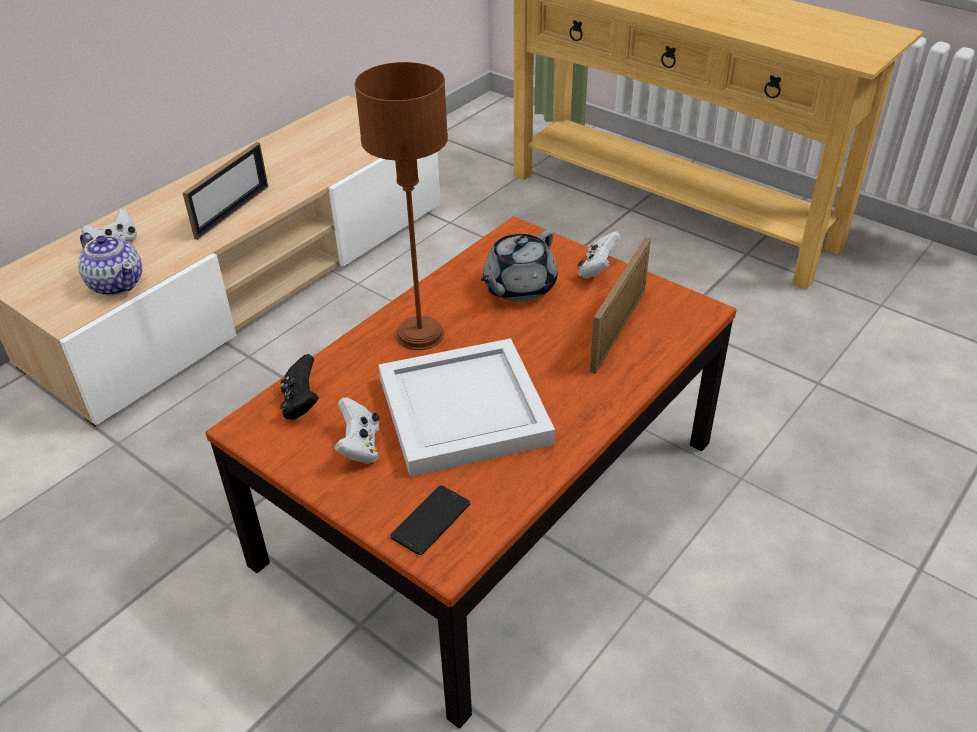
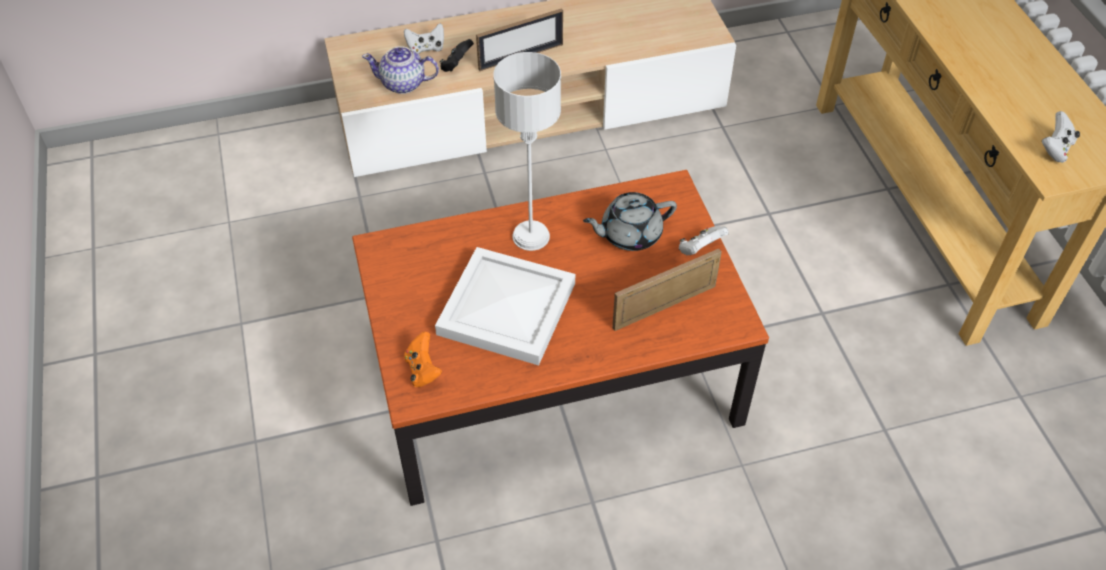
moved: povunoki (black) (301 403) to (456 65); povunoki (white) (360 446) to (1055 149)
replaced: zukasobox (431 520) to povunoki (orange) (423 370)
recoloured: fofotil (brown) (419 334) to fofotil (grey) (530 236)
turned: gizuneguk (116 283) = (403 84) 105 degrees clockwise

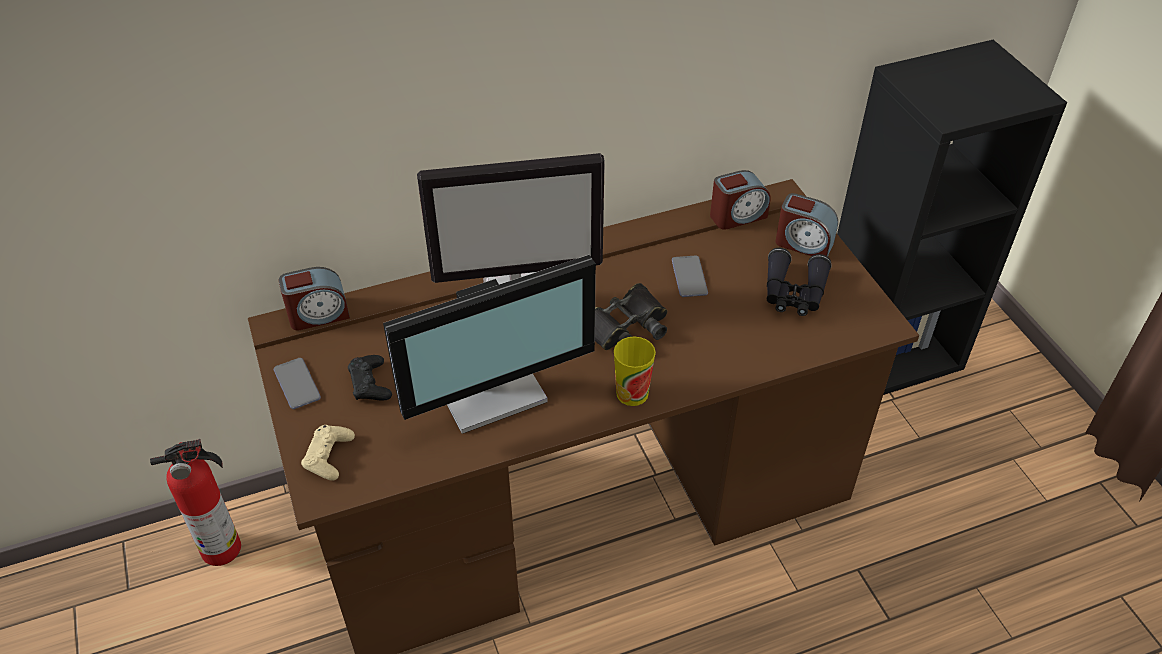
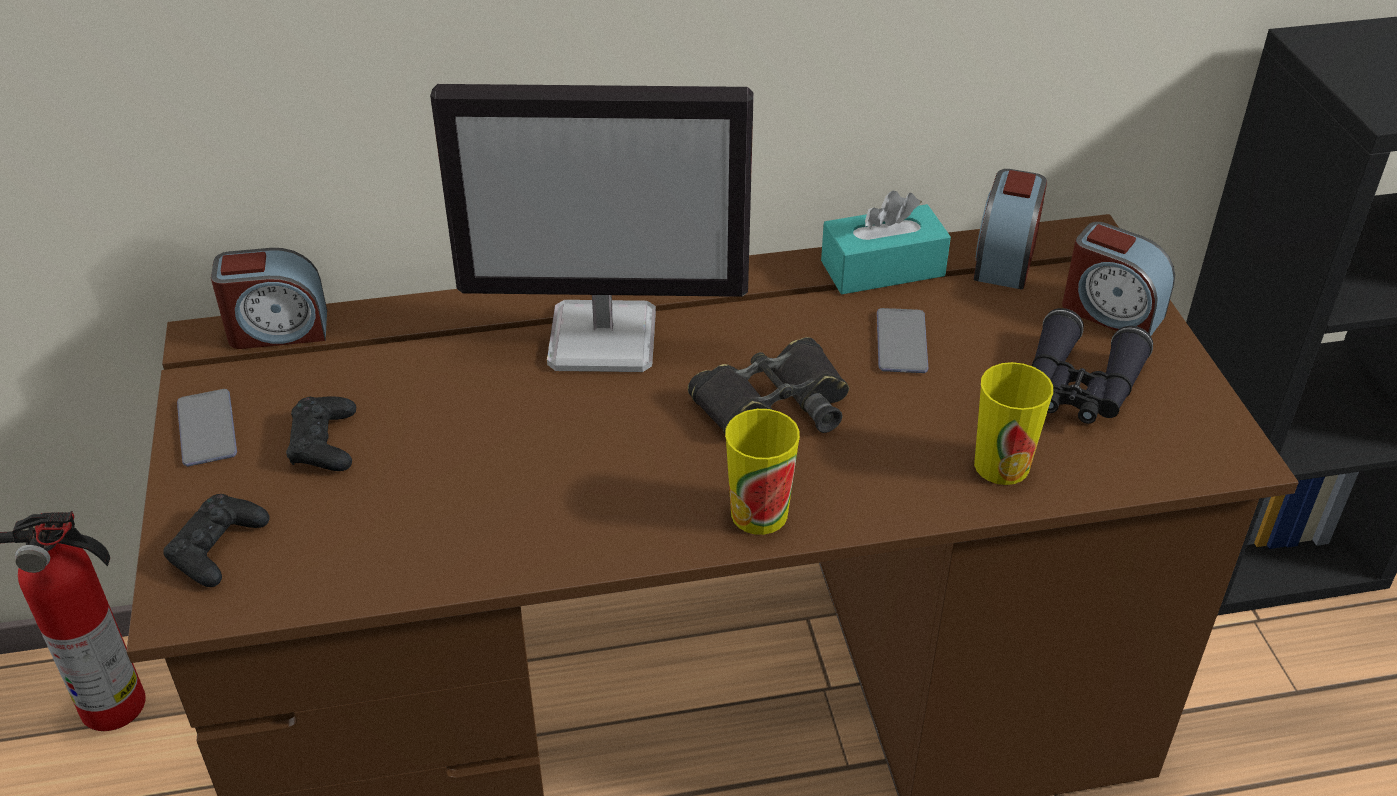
removed: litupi (491 389)
added: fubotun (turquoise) (882 268); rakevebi (1001 465)
recoloured: povunoki (beige) (329 456) to povunoki (black) (217 548)
turned: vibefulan (737 216) = (1004 259) 120 degrees clockwise

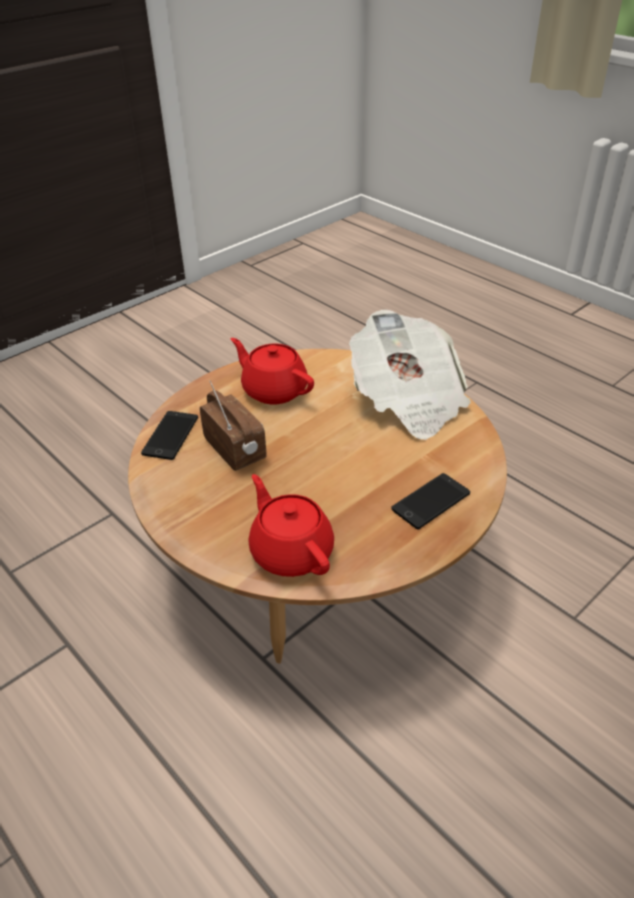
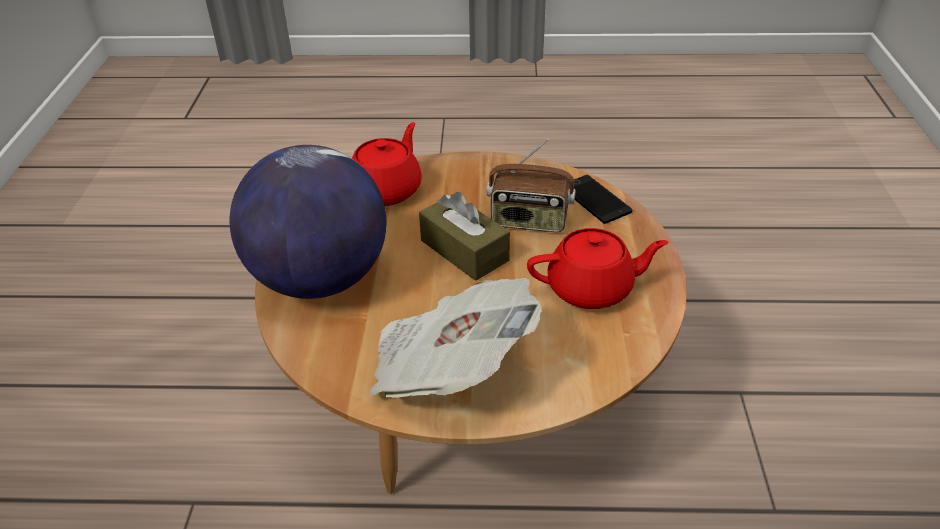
added: fubotun (brown) (464 250)
replaced: zukasobox (431 501) to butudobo (319 279)
turned: gizuneguk (red) (291 551) = (387 190) 75 degrees counterclockwise

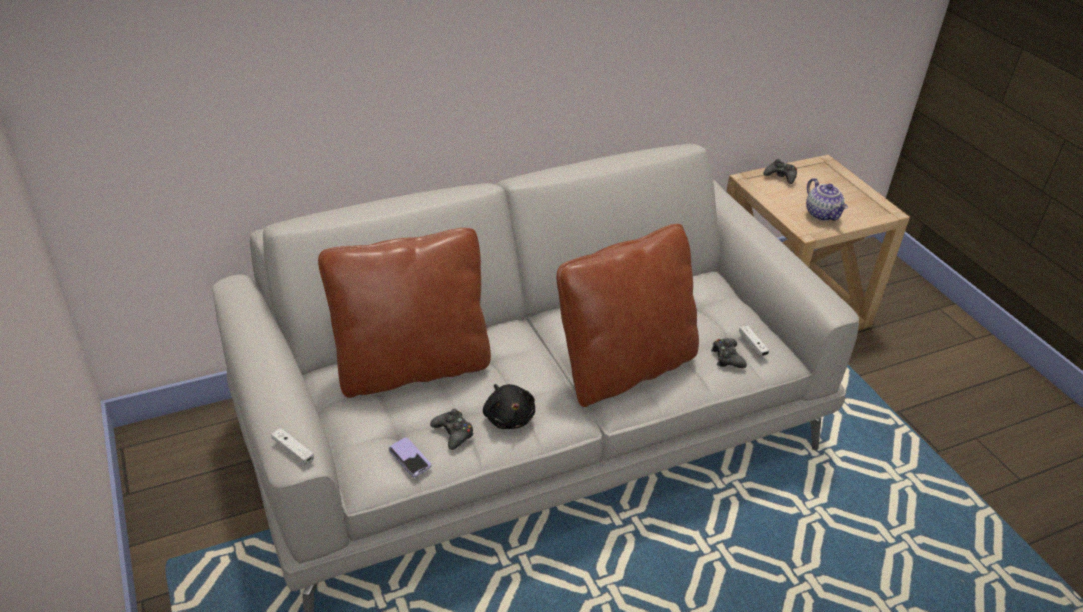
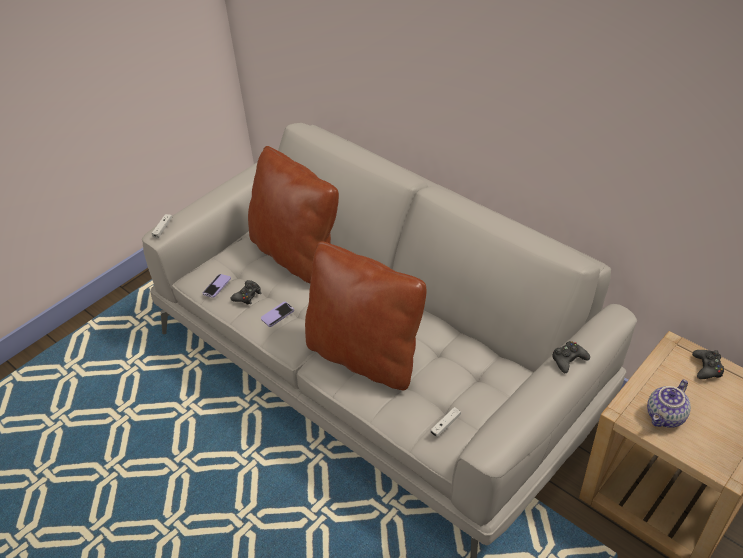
moved: povunoki (black) (727 357) to (568 360)
replaced: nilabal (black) (508 417) to zukasobox (277 315)

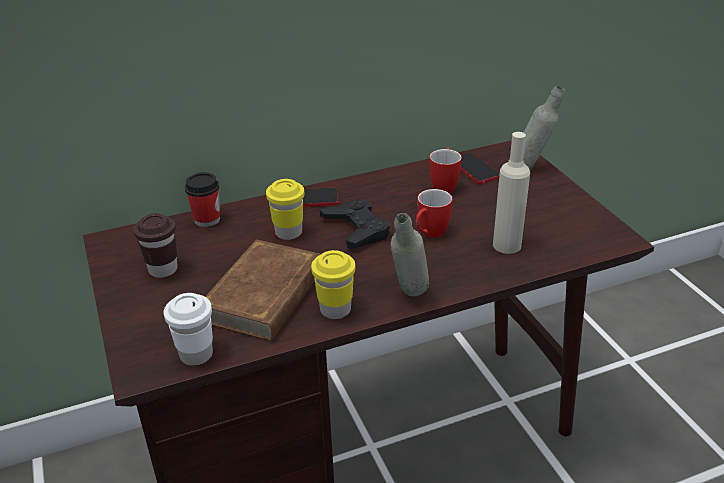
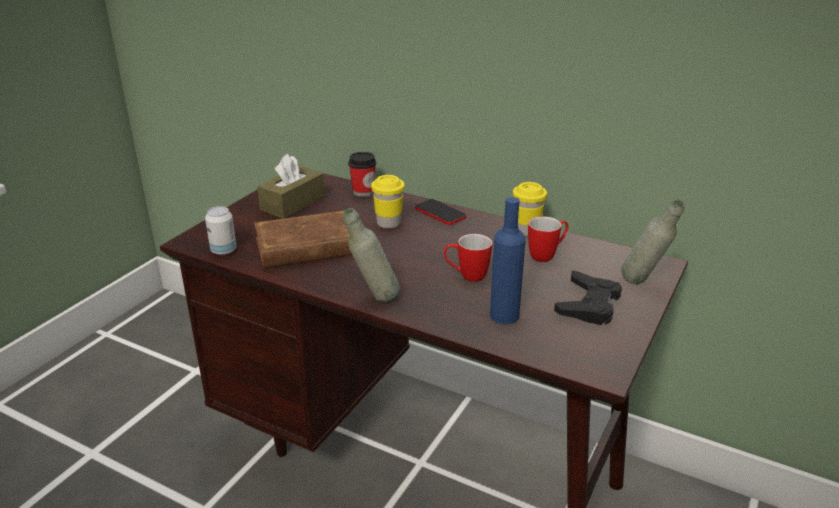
removed: zukasobox (474 169)
moved: povunoki (black) (357 229) to (588 304); rakevebi (yellow) (335 310) to (526 231)
replaced: rakevebi (brown) (163 269) to fubotun (brown) (293 203); rakevebi (white) (196 355) to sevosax (223 250)
recoloured: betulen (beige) (507 245) to betulen (blue) (504 315)

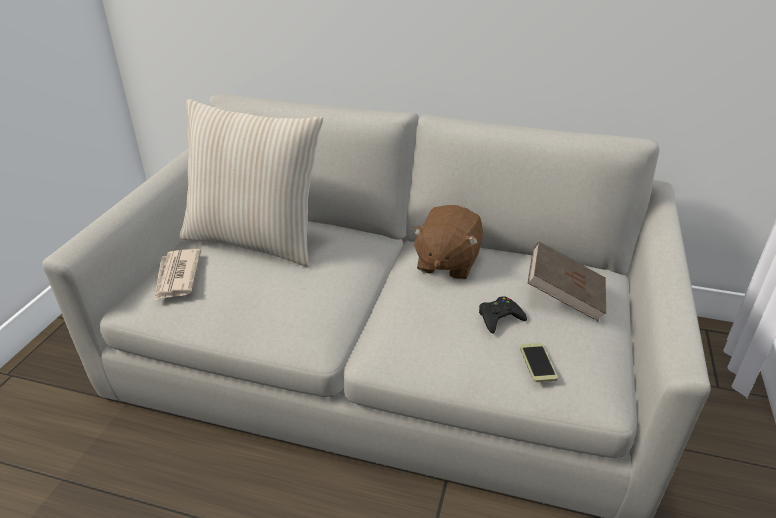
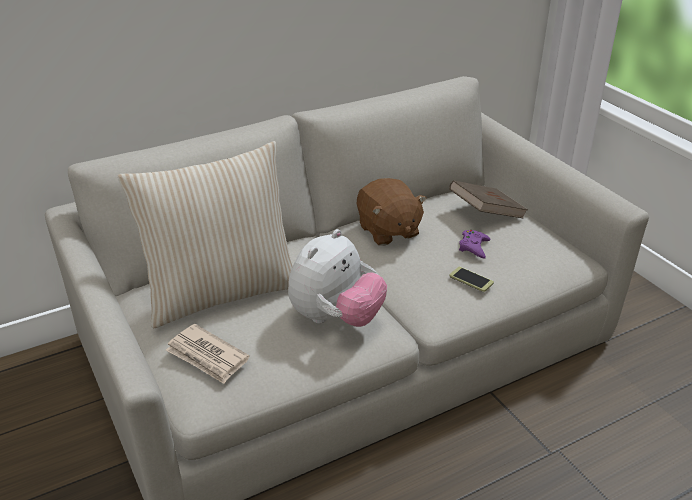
added: nilabal (336 318)
moved: zukasobox (538 363) to (471 279)
recoloured: povunoki (black) (499 318) to povunoki (purple) (474 247)

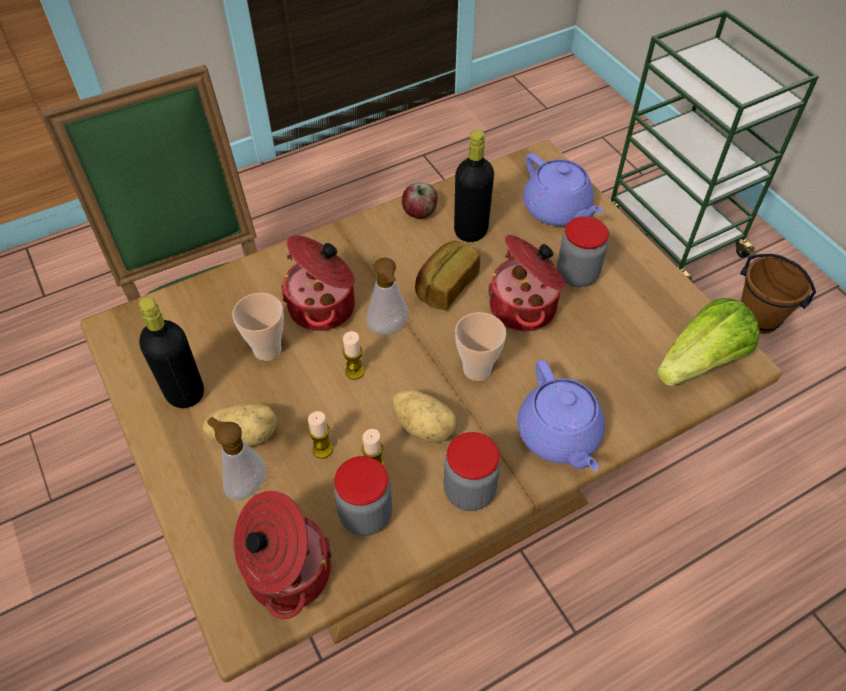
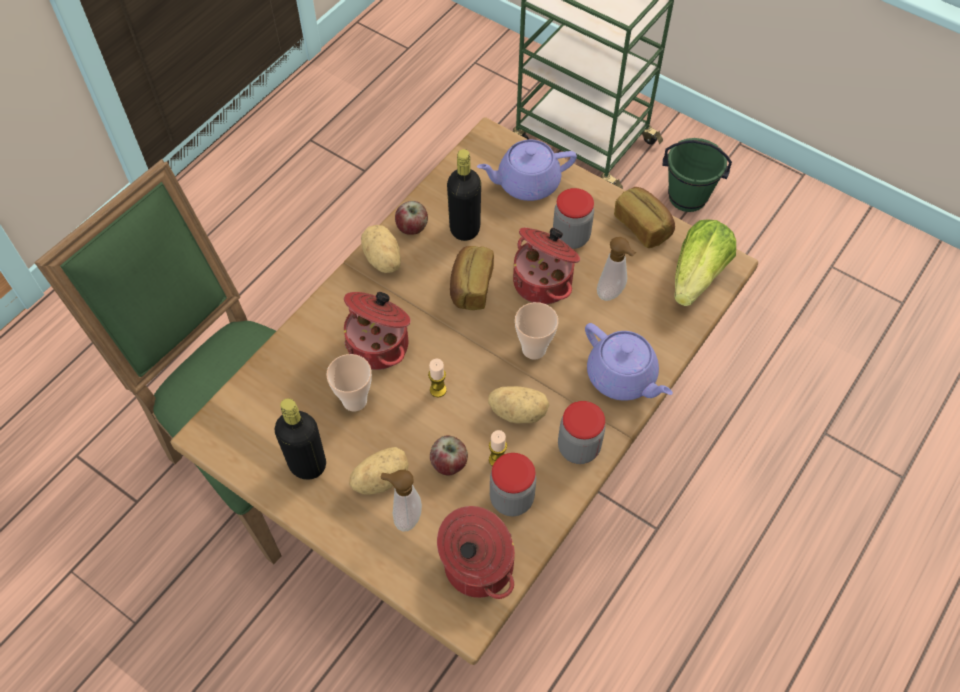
added: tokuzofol (643 226); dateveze (382 260)
moved: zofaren (389 330) to (612 294)
replaced: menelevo (322 449) to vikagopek (449 463)
recoloured: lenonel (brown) (758 318) to lenonel (green) (687 197)
turned: gizuneguk (purple) (557 210) = (526 183) 135 degrees clockwise

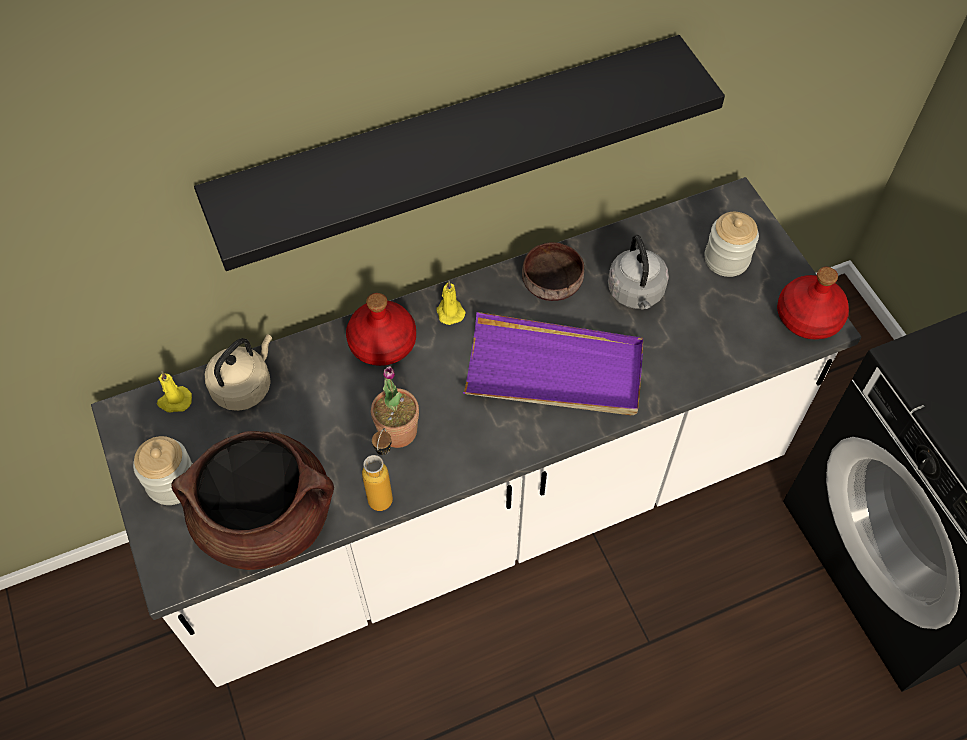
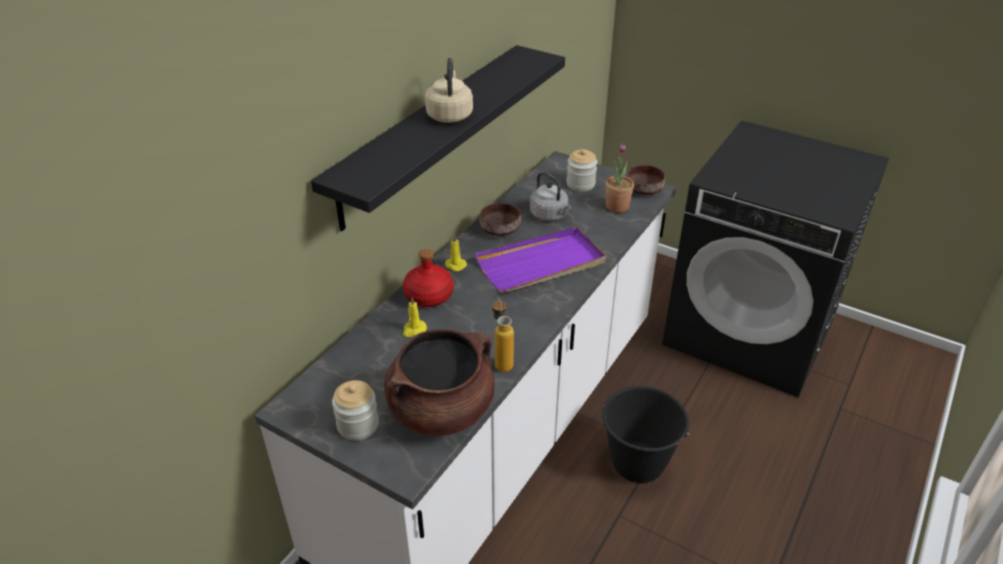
added: lenonel (black) (637 463)
moved: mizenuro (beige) (244 386) to (450 115); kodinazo (397 431) to (617 206); menelevo (yellow) (174 401) to (414 330)
replaced: betulen (red) (808 318) to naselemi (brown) (644 190)

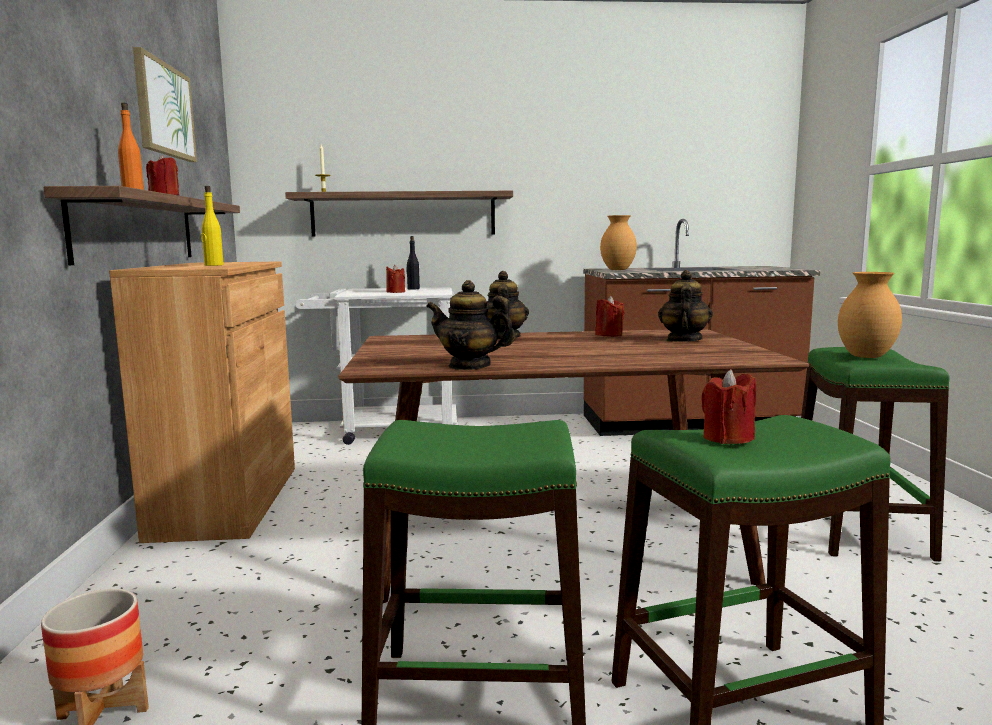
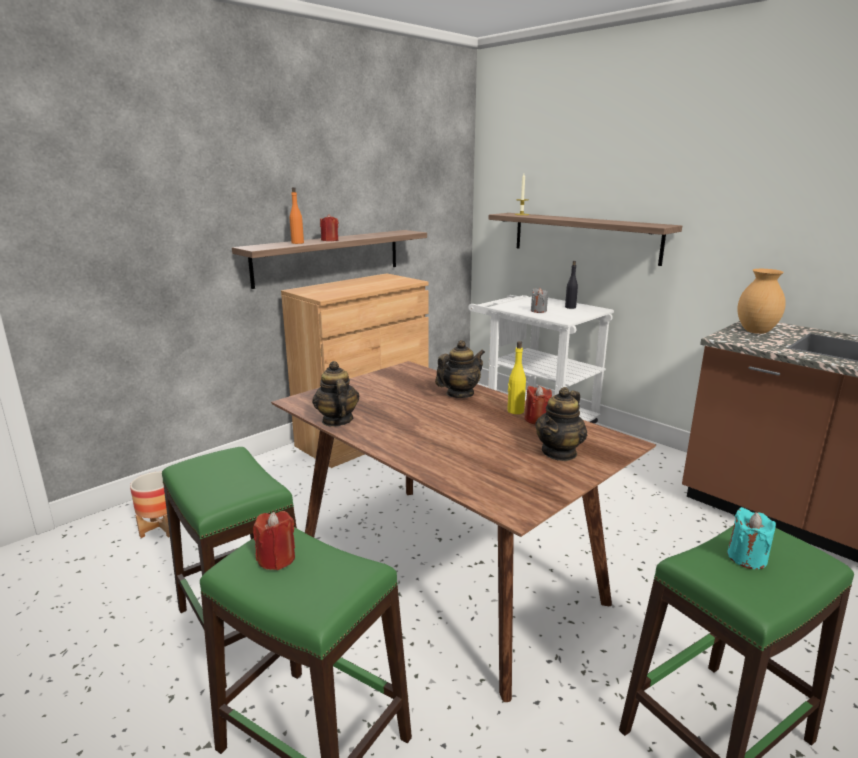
removed: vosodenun (164 110)
moved: betulen (yellow) (213 265) to (515 411)
replaced: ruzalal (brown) (866 356) to menelevo (turquoise) (746 558)
recoloured: menelevo (red) (395 292) to menelevo (grey) (538 311)
turned: gizuneguk (683 340) = (559 452) 150 degrees clockwise

